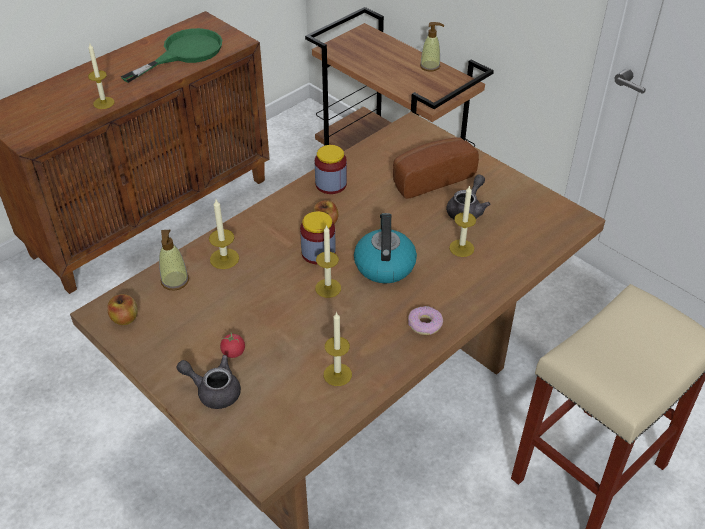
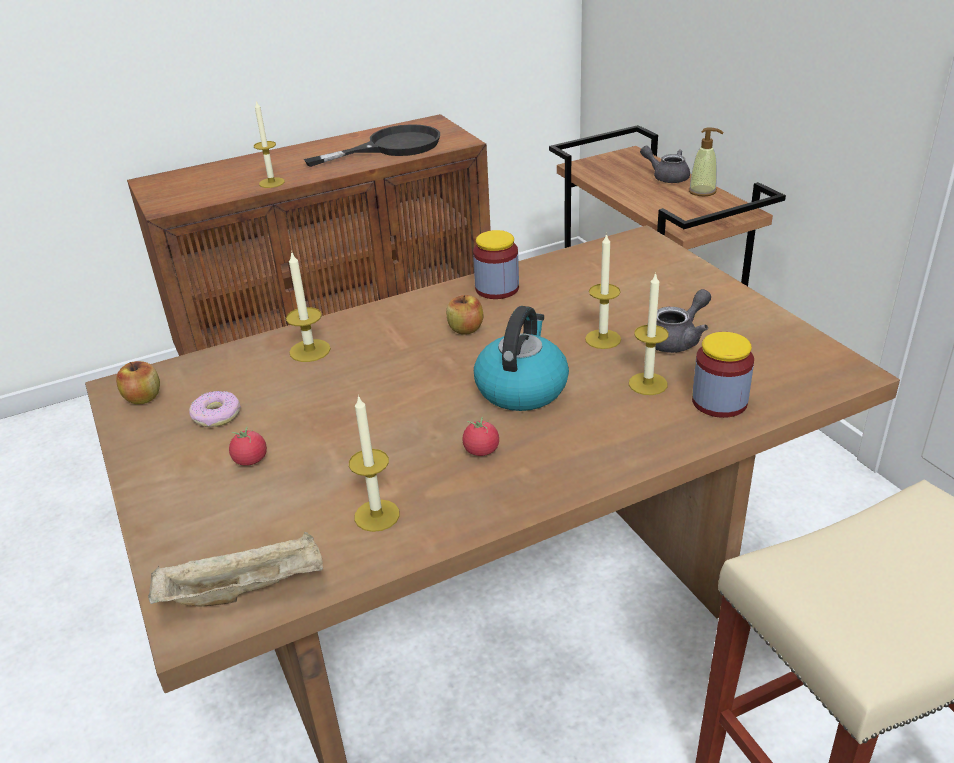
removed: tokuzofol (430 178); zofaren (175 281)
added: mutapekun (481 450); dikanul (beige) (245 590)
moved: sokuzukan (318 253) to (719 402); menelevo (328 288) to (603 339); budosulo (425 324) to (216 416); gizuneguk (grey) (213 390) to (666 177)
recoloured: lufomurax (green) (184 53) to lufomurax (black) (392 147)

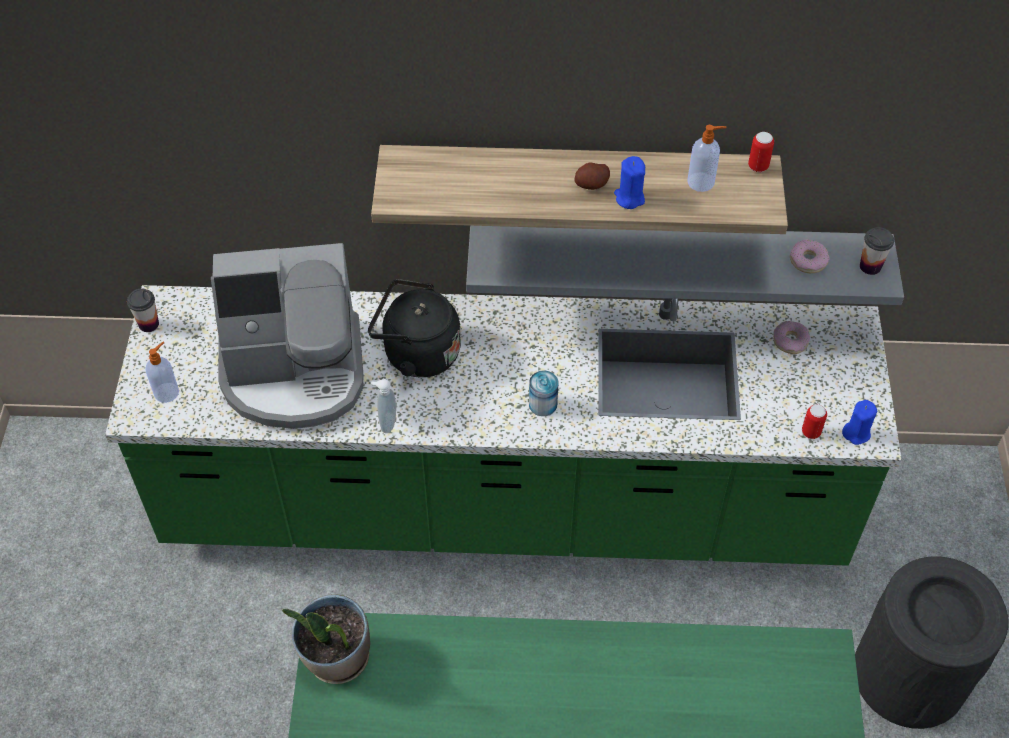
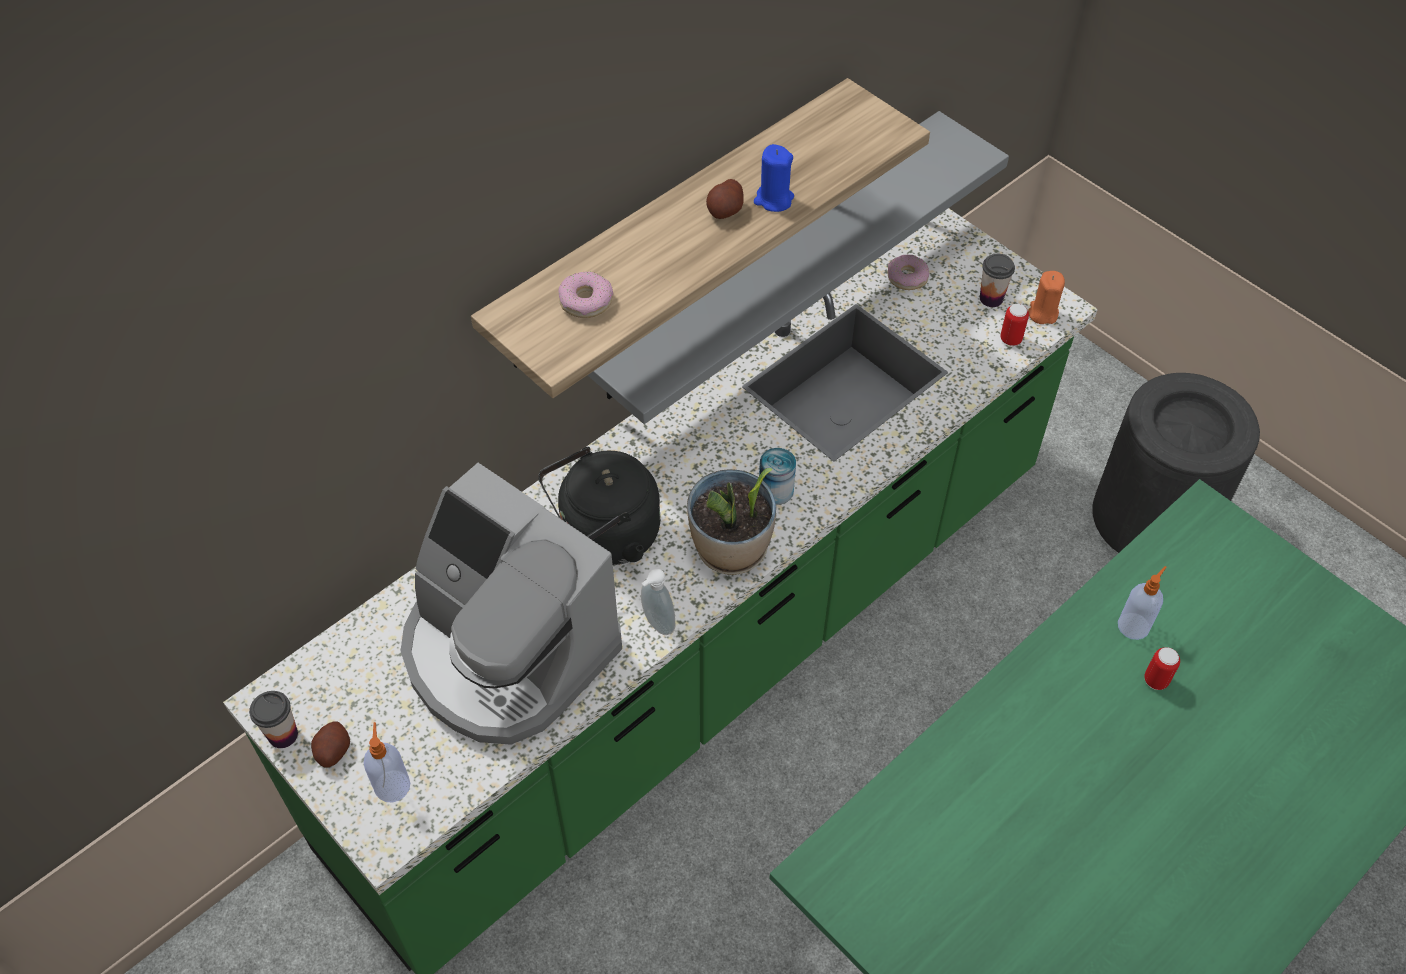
added: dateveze (333 751)
moved: zofaren (702 182) to (1134 625); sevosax (758 166) to (1156 680); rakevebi (870 266) to (991 298); budosulo (808 261) to (586 301); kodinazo (337 659) to (731 550)
recoloured: menelevo (blue) (856 433) to menelevo (orange) (1042 313)
turned: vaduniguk (295 372) = (506 652) 90 degrees clockwise

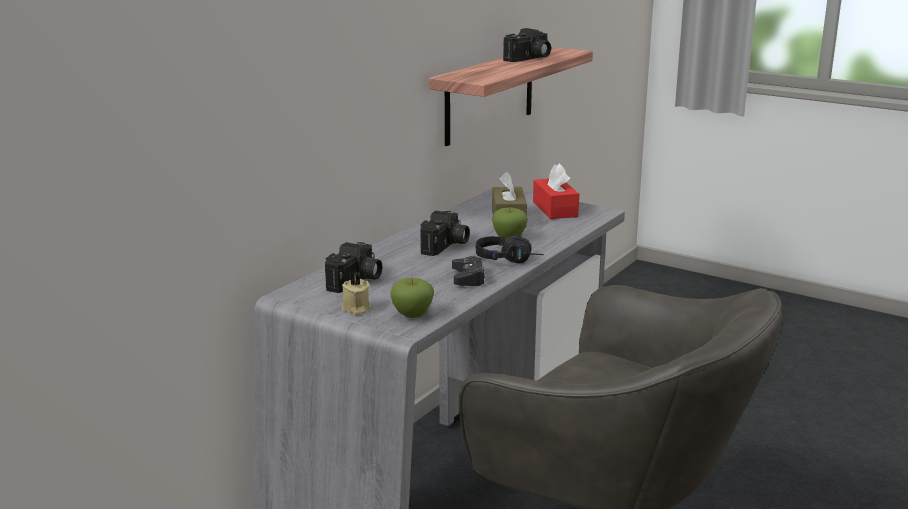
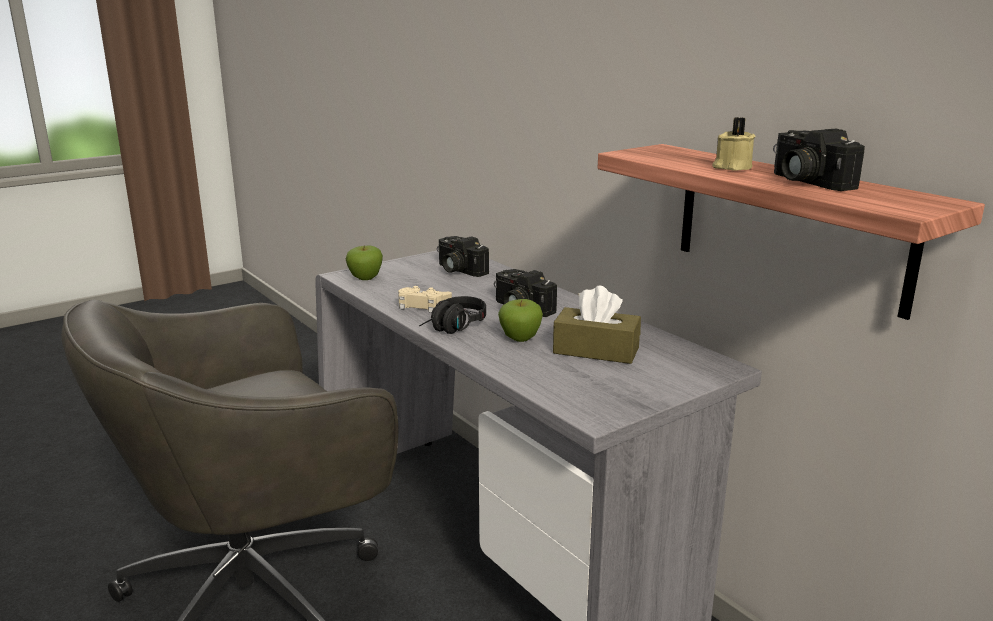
removed: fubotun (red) (555 209)
moved: menelevo (beige) (356 309) to (732 167)
recoloured: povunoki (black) (468 278) to povunoki (beige) (422 305)

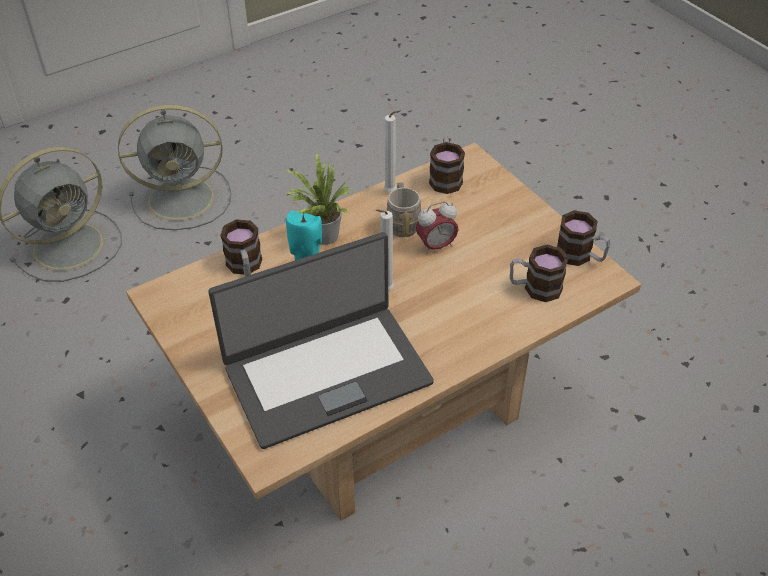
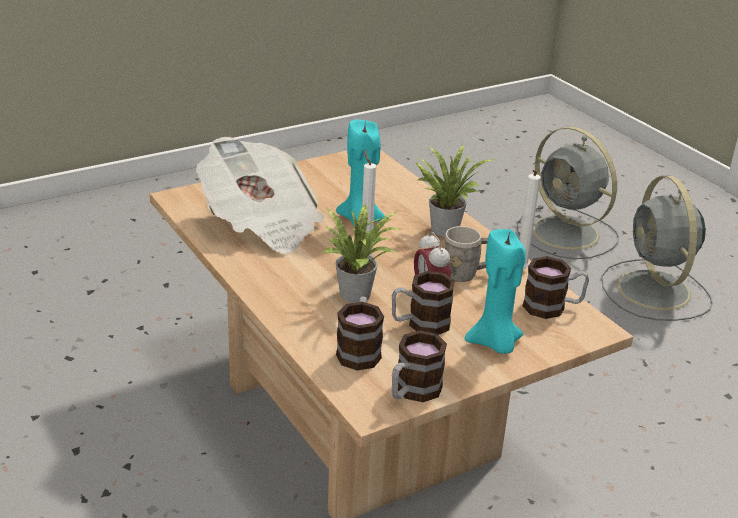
added: kodinazo (359 294); menelevo (turquoise) (495 343)
moved: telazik (245 267) to (420 324)
replaced: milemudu (326 373) to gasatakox (262 224)

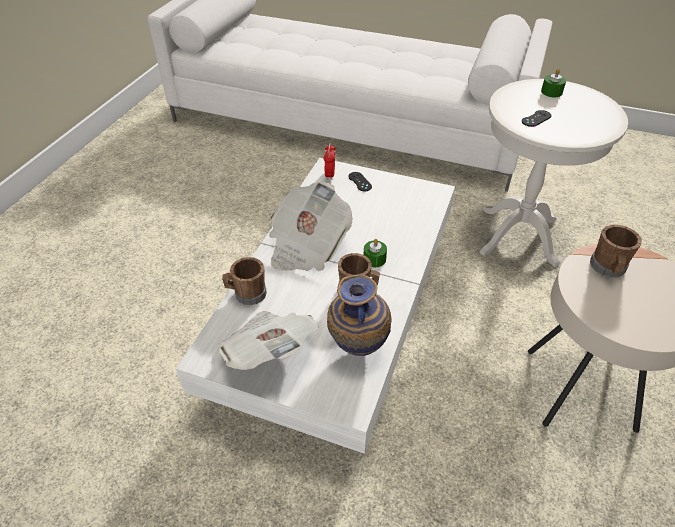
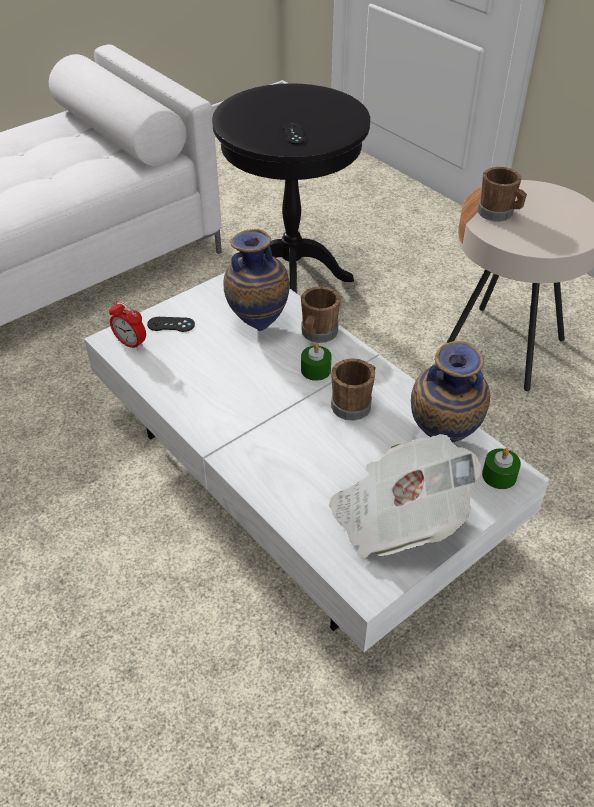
removed: gasatakox (307 246)
added: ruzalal (258 325)
moved: menelevo (green) (551 92) to (499 476); telazik (brown) (247 294) to (317 334)
recoloured: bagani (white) (519 236) to bagani (black) (292 280)

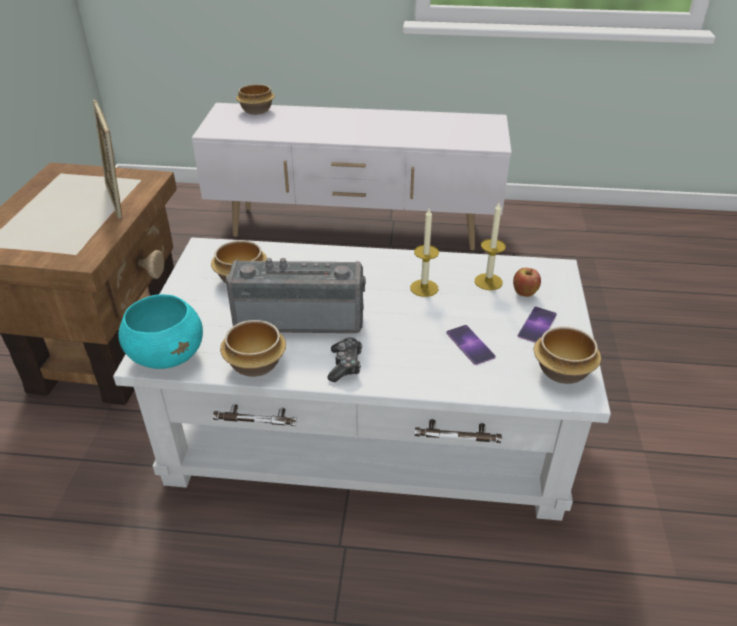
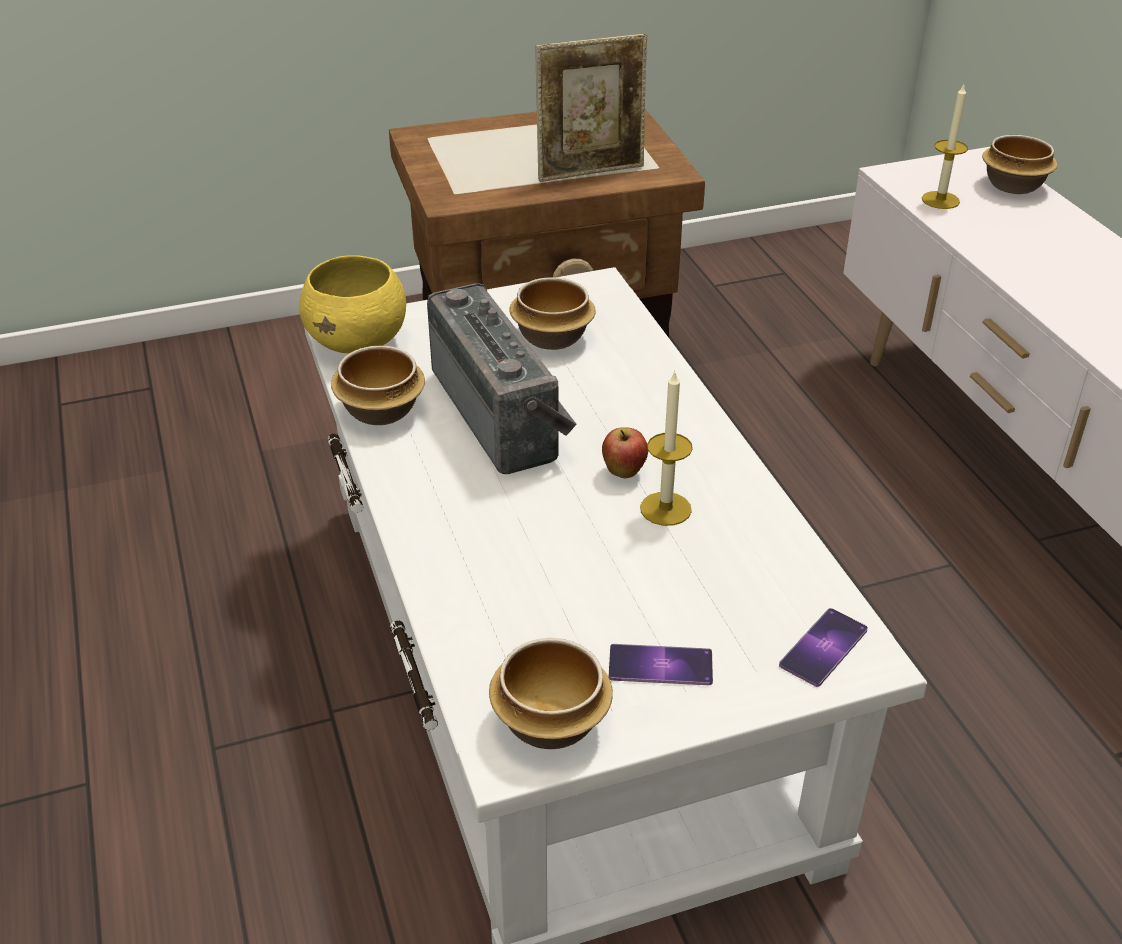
removed: povunoki (345 365)
moved: menelevo (488 281) to (940 200); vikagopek (524 294) to (624 473); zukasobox (470 345) to (823 647)
recoloured: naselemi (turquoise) (167 355) to naselemi (yellow) (359 341)
turned: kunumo (117 200) = (591 171) 150 degrees counterclockwise

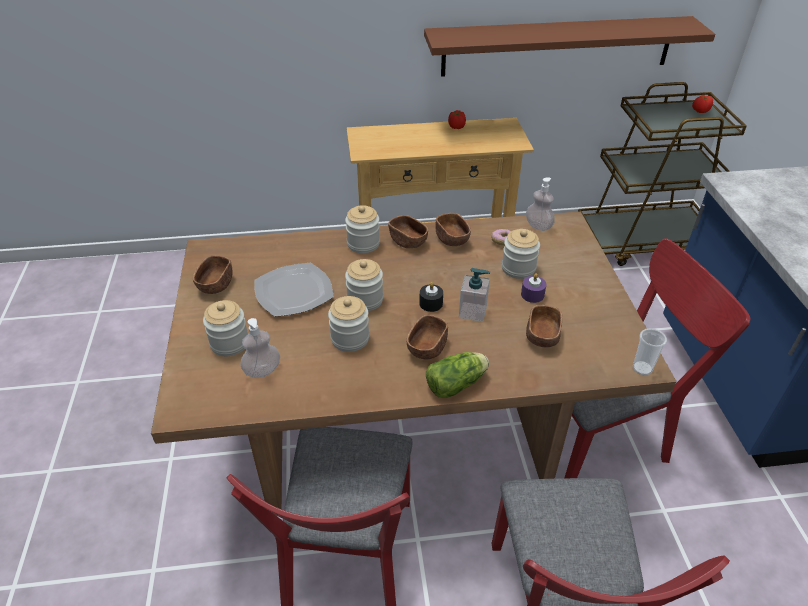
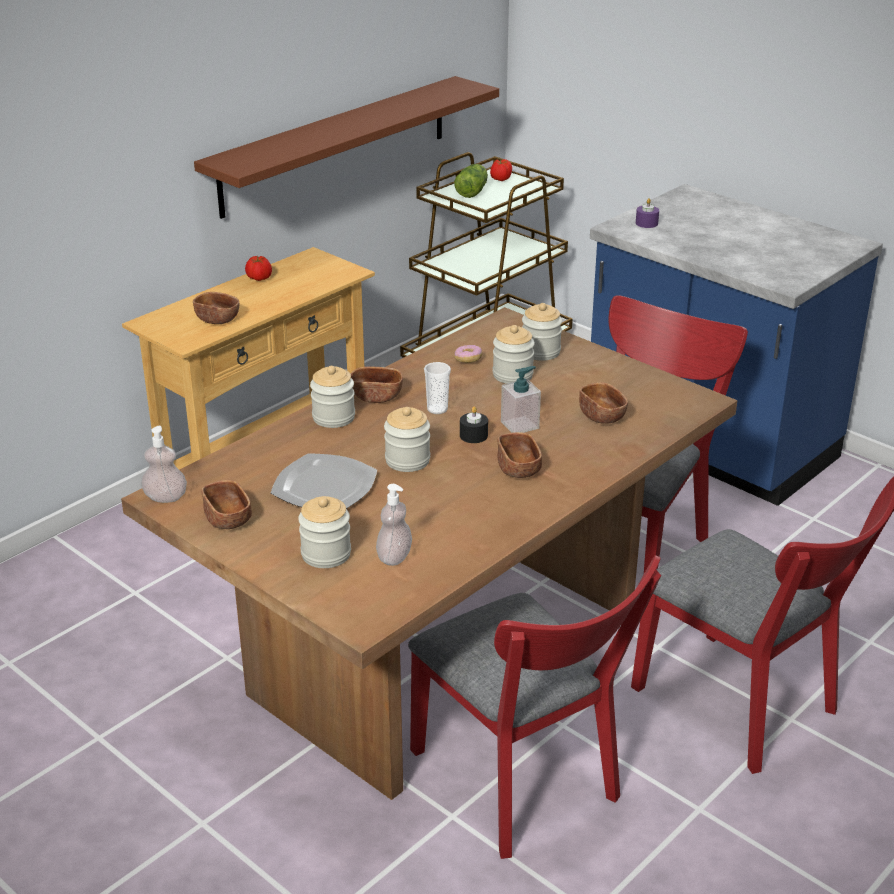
moved: zofaren (538 226) to (165 497); naselemi (brown) (452 239) to (217 319); menelevo (purple) (532 295) to (646 223); sokuzukan (350 338) to (540 352); rakevebi (642 368) to (437 409); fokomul (458 383) to (473 191)

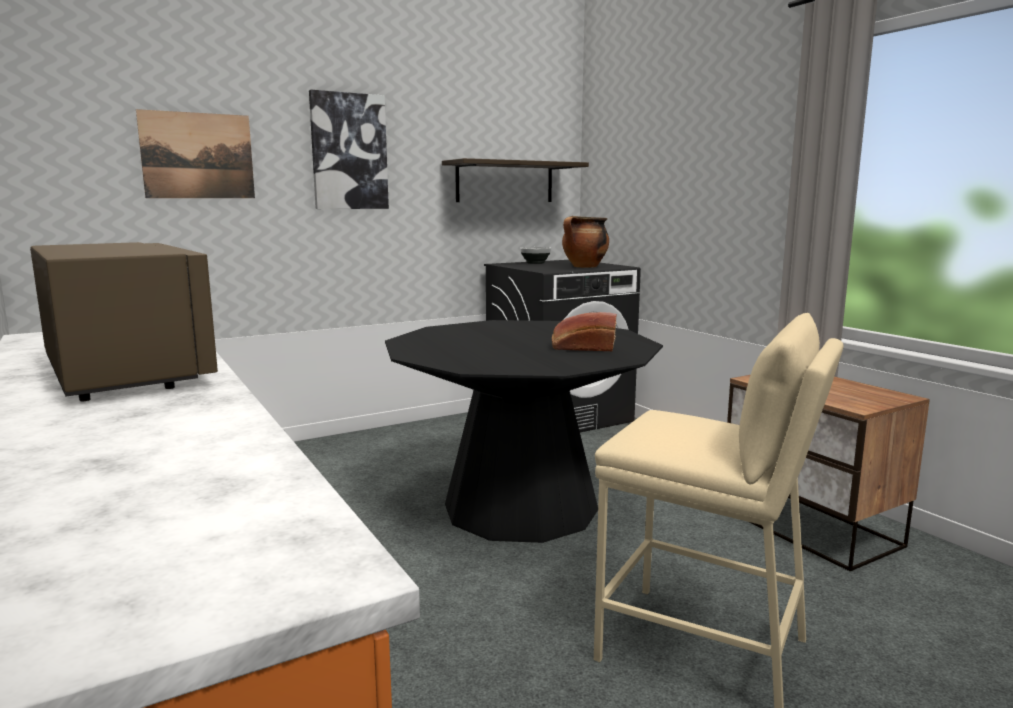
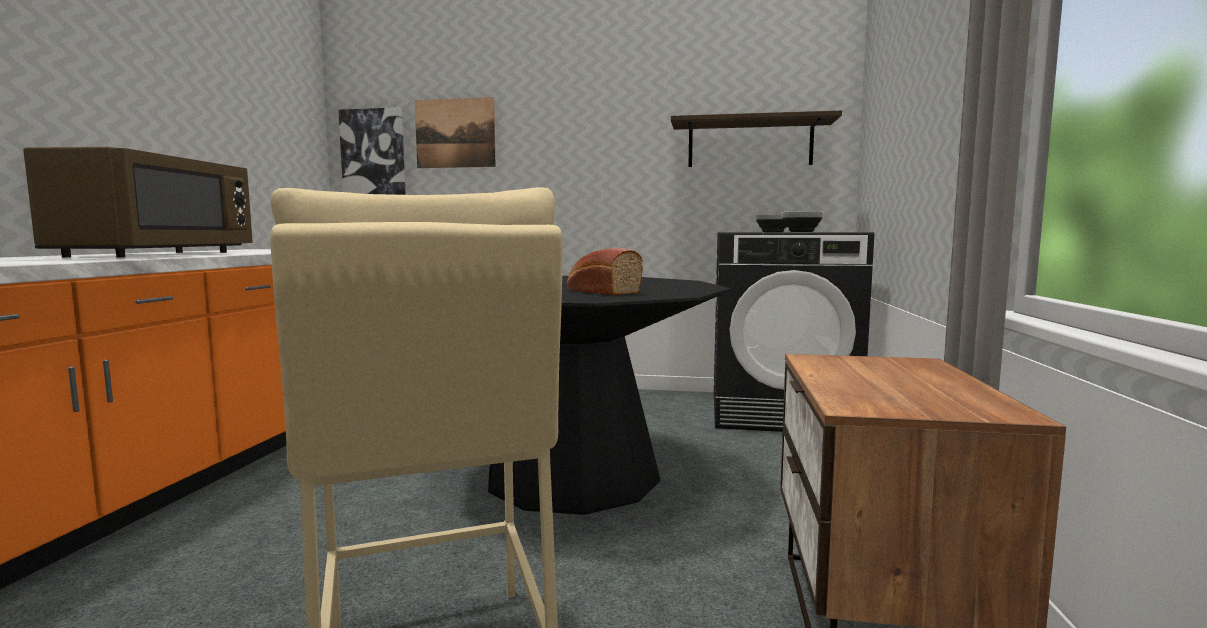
moved: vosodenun (349 152) to (374 159)
replaced: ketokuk (584 267) to naselemi (801 231)

